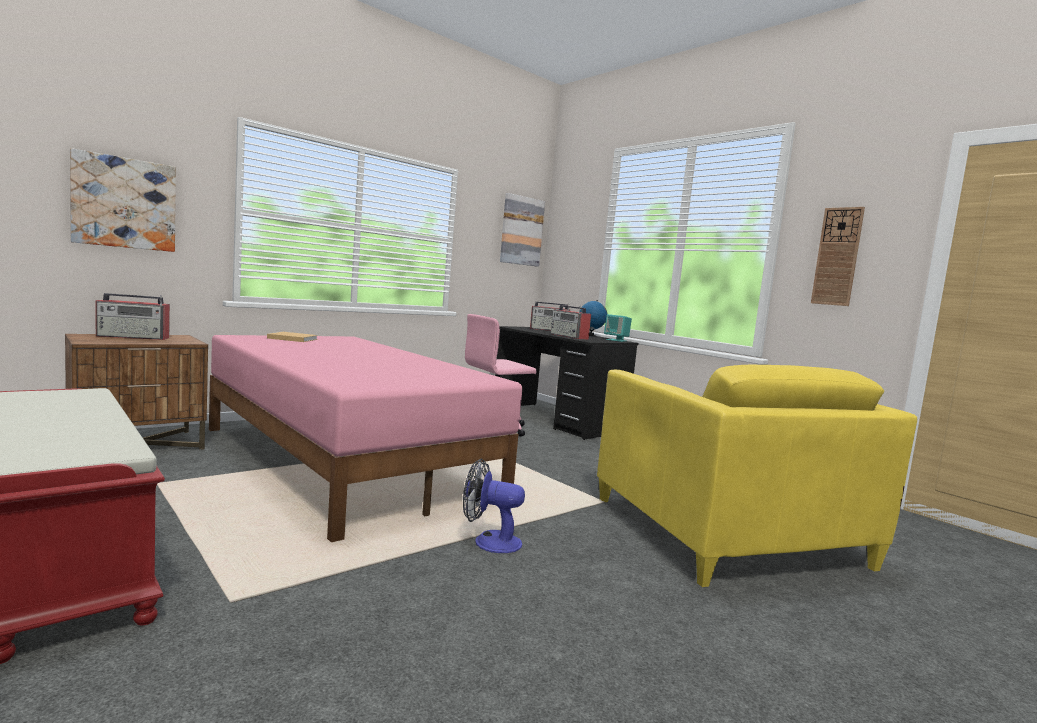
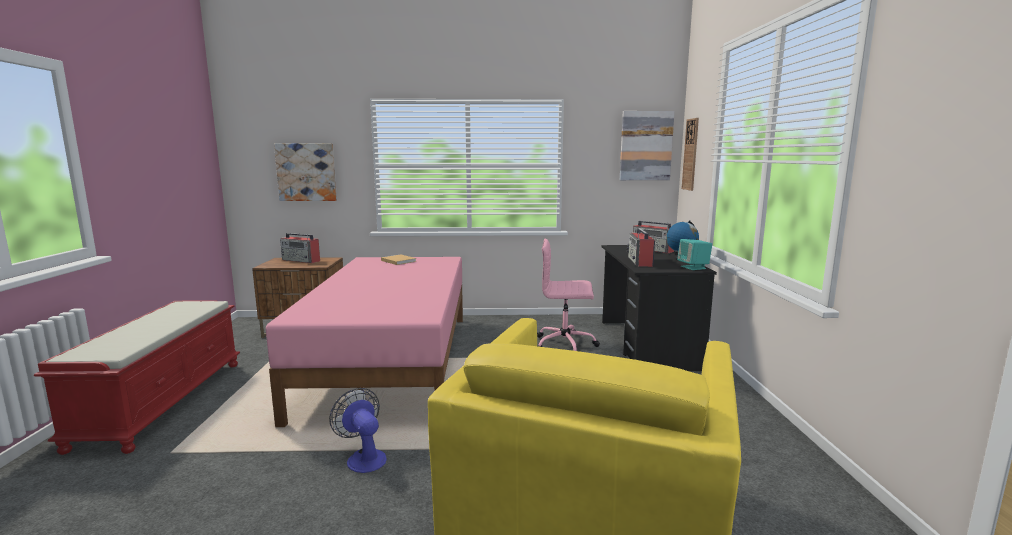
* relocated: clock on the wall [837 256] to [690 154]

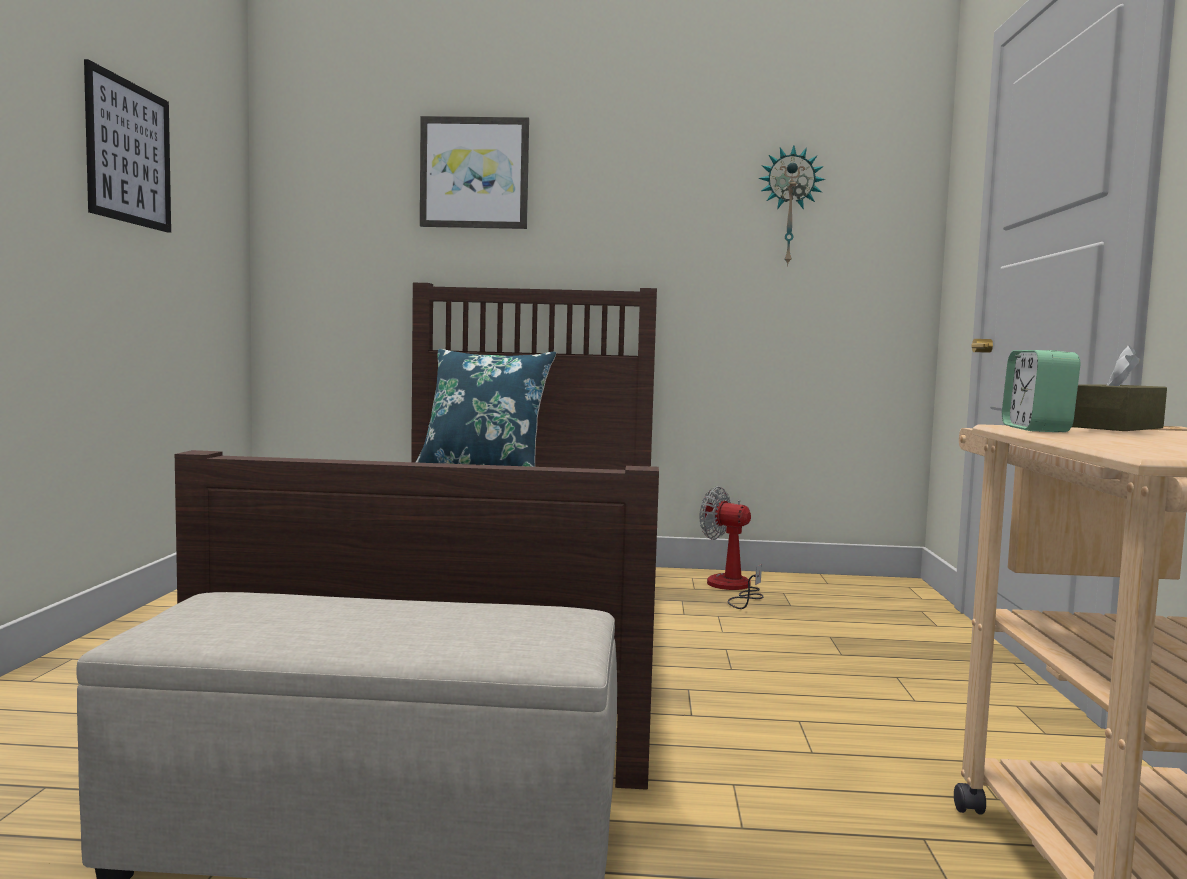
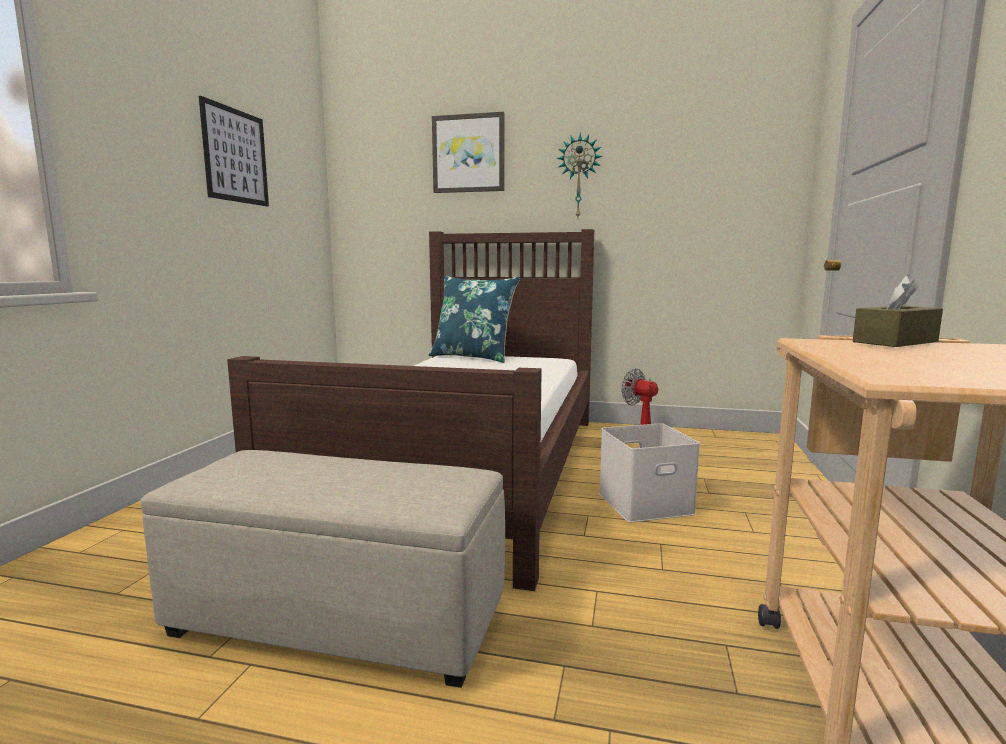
* relocated: clock on the wall [789 206] to [579 177]
* appeared: whitish storage container [644 504]
* missing: alarm clock [1036 429]

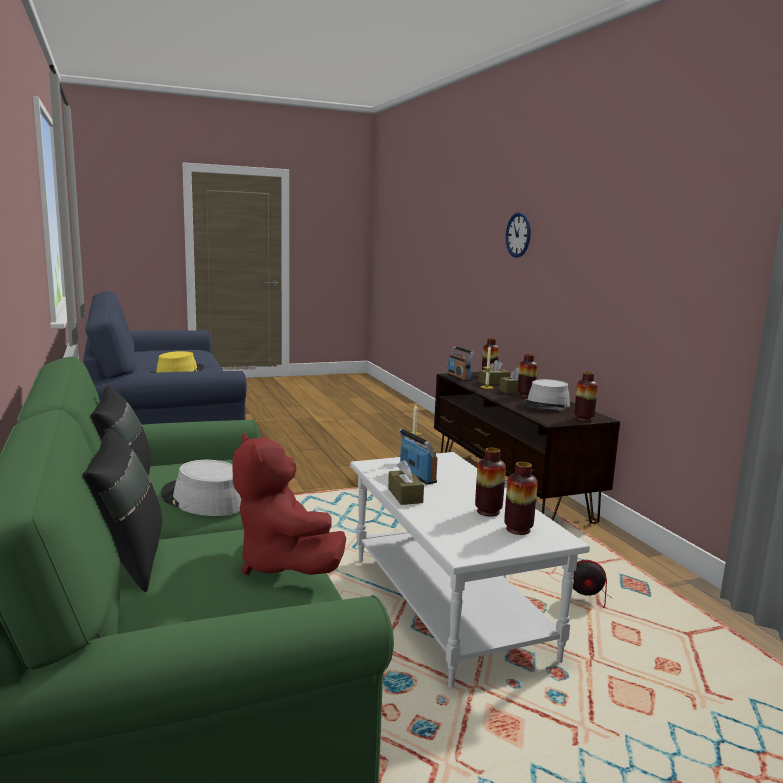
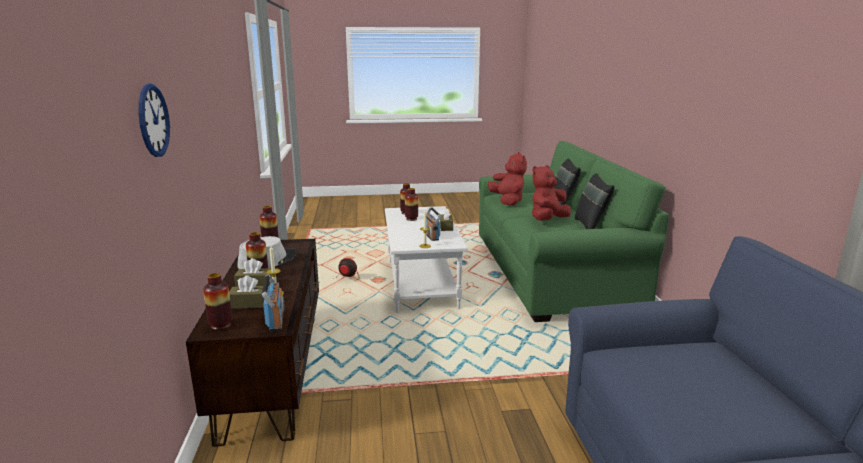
* exchanged: grey wearable hat [203 499] to red cuddly toy [548 220]
* missing: yellowish wearable hat [180 371]

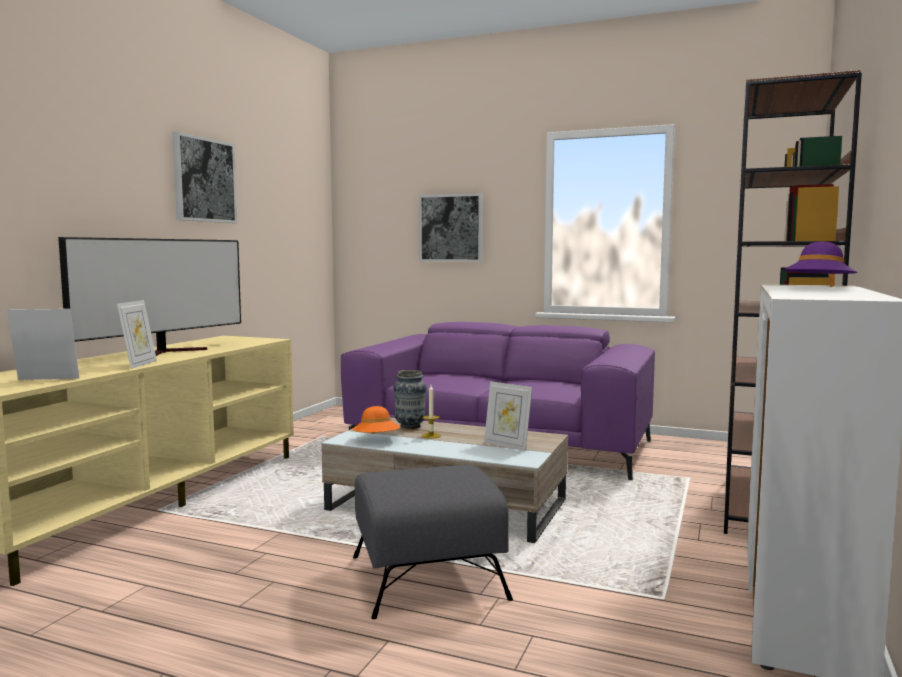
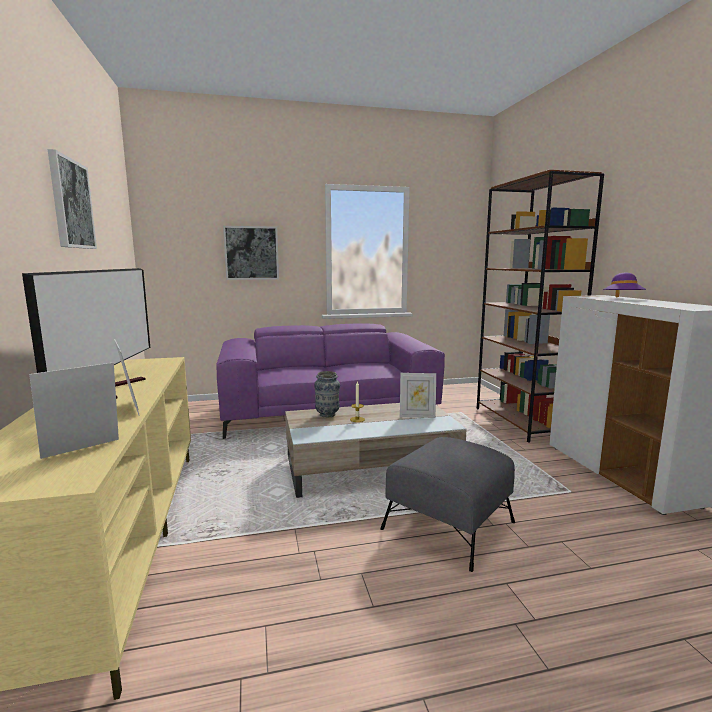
* missing: orange wearable hat [377 440]

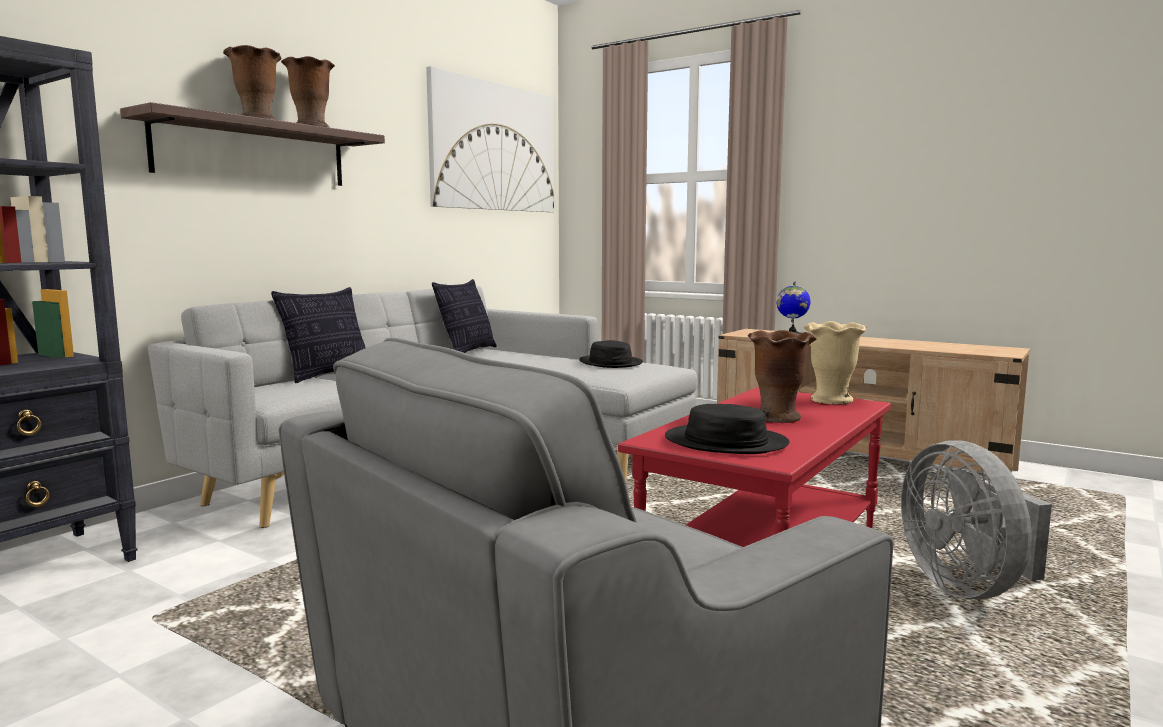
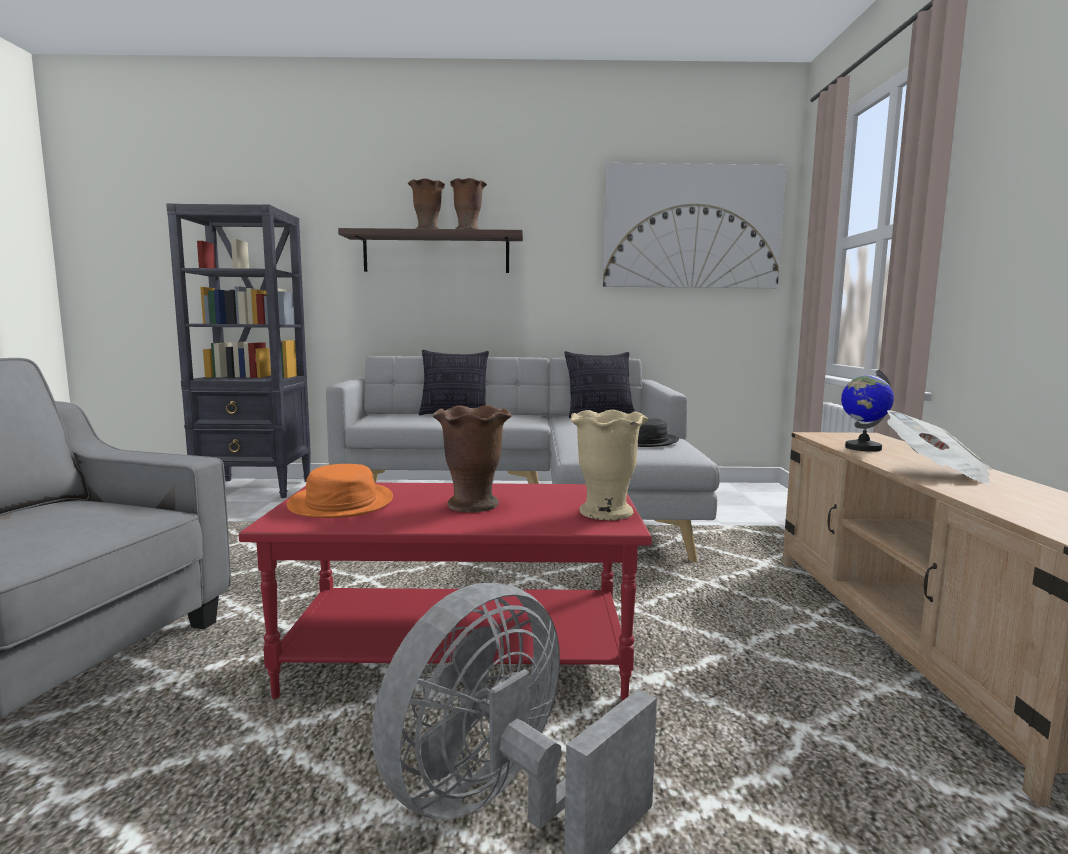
* colour: black-coloured wearable hat [725 442] to orange wearable hat [341 503]
* appeared: printed paper [937 472]

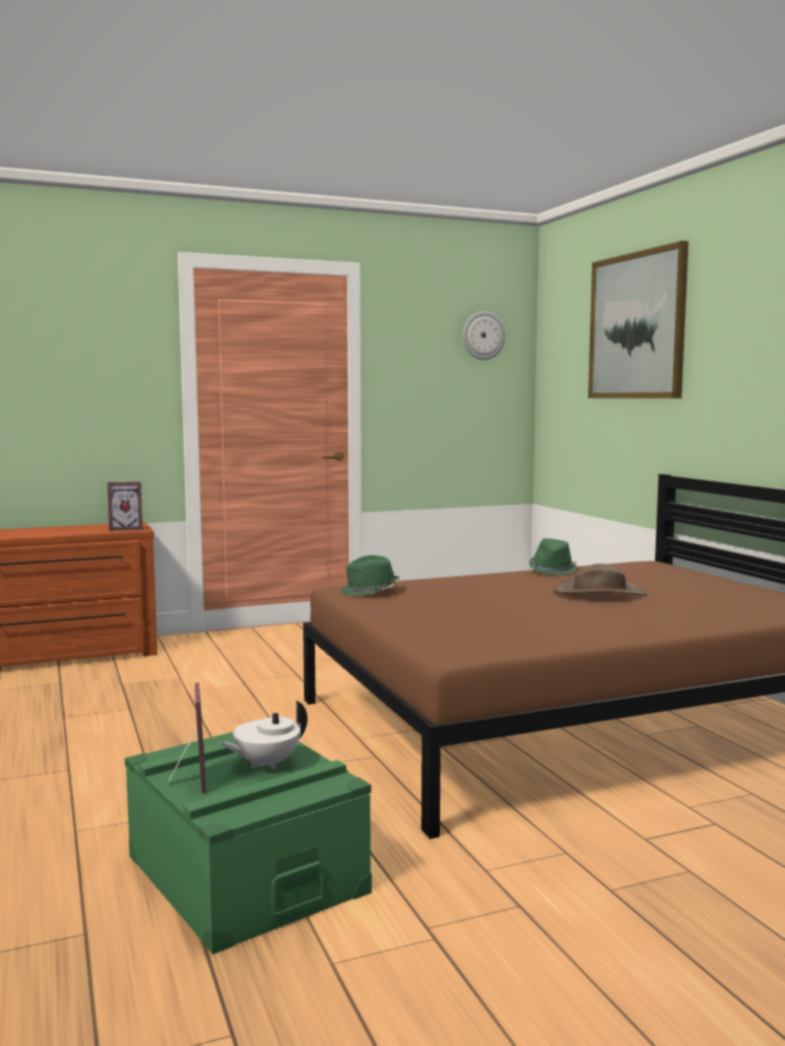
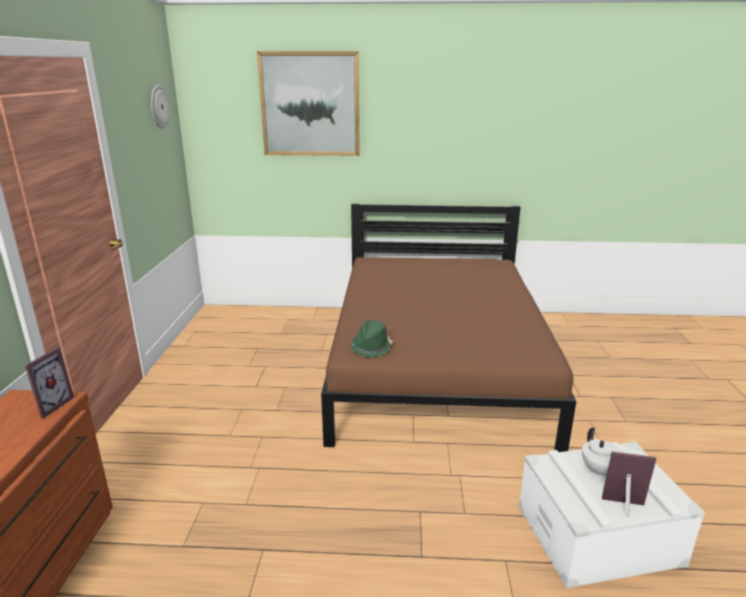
* colour: greenish storage container [245 873] to whitish storage container [597 535]
* missing: greenish wearable hat [552 570]
* missing: brown wearable hat [600 592]

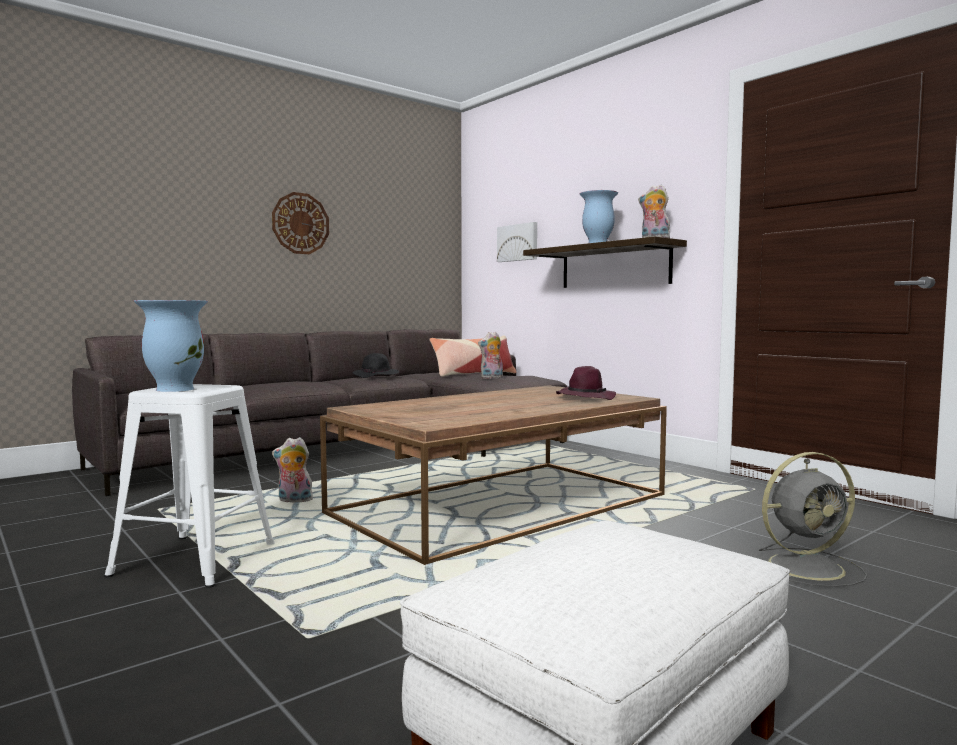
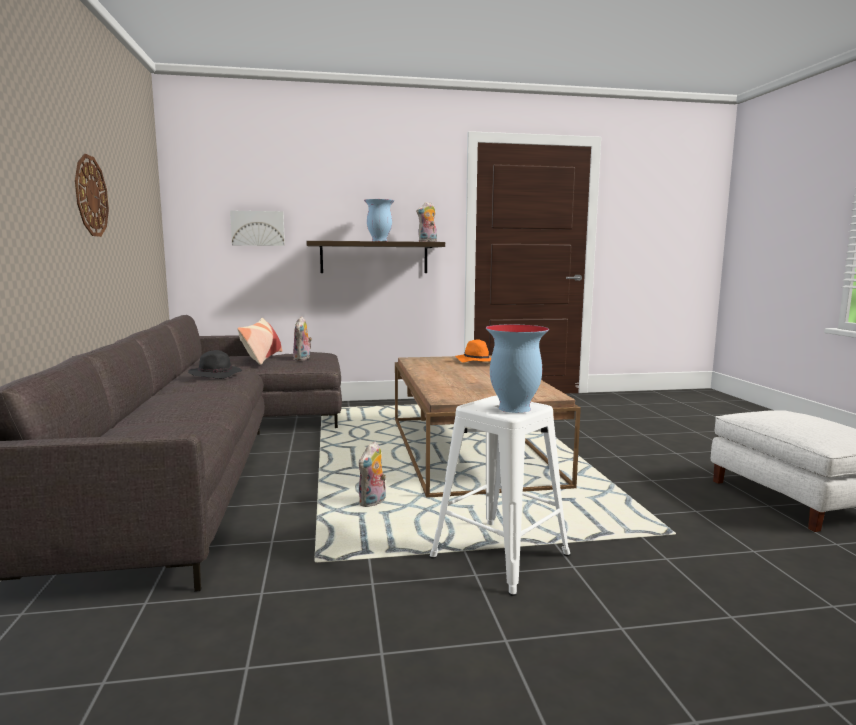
* colour: purplish wearable hat [585 397] to orange wearable hat [475 361]
* missing: grey cooling fan [808 567]

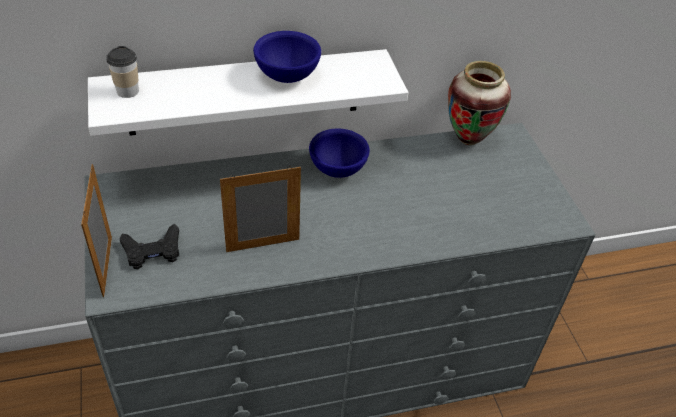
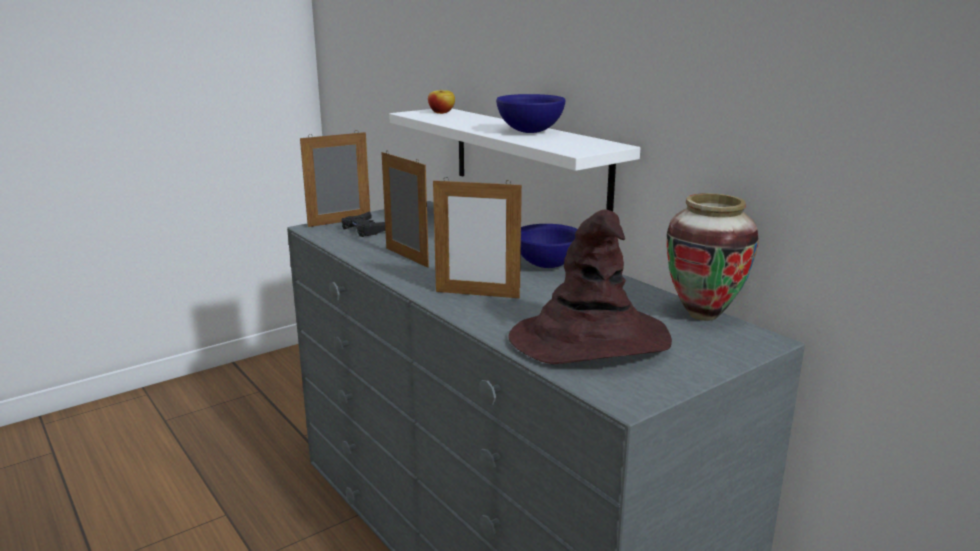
* exchanged: small cup [127 91] to apple [441 112]
* appeared: photo frame [477 294]
* appeared: brown wearable hat [590 340]

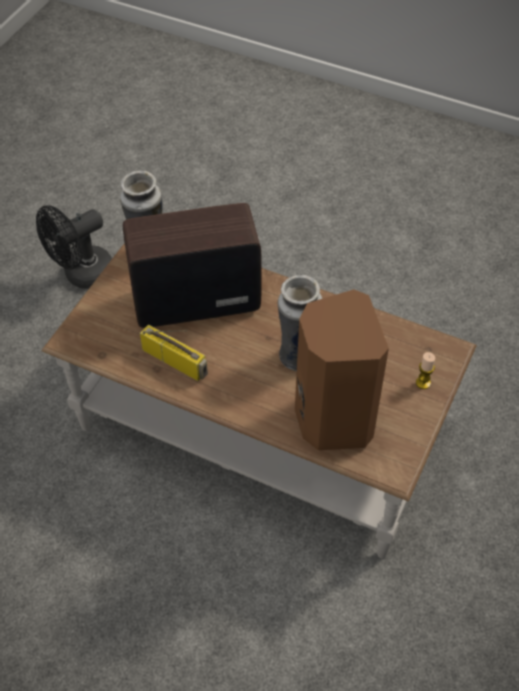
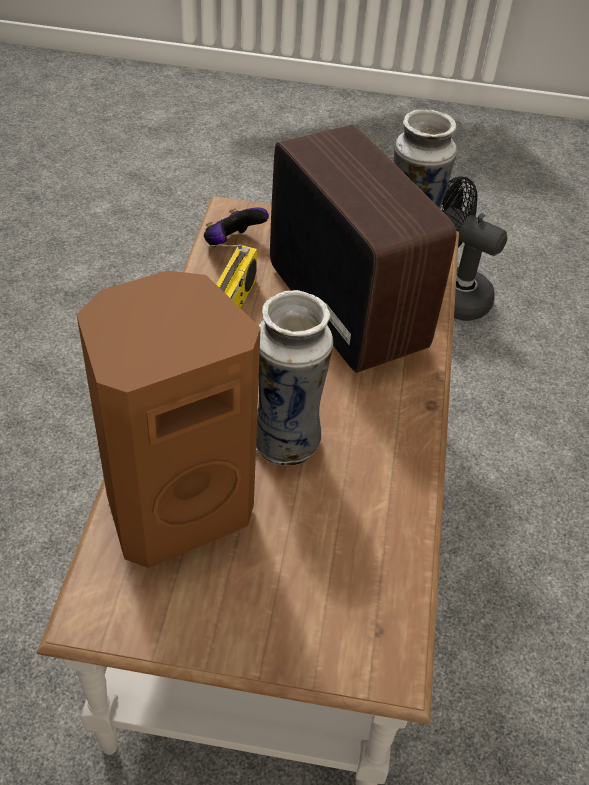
* appeared: joypad [232 243]
* missing: candle [423 383]

